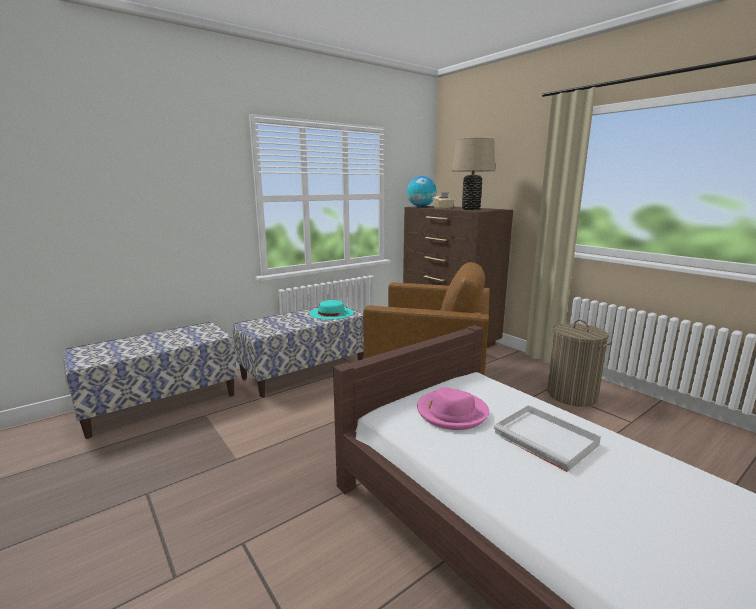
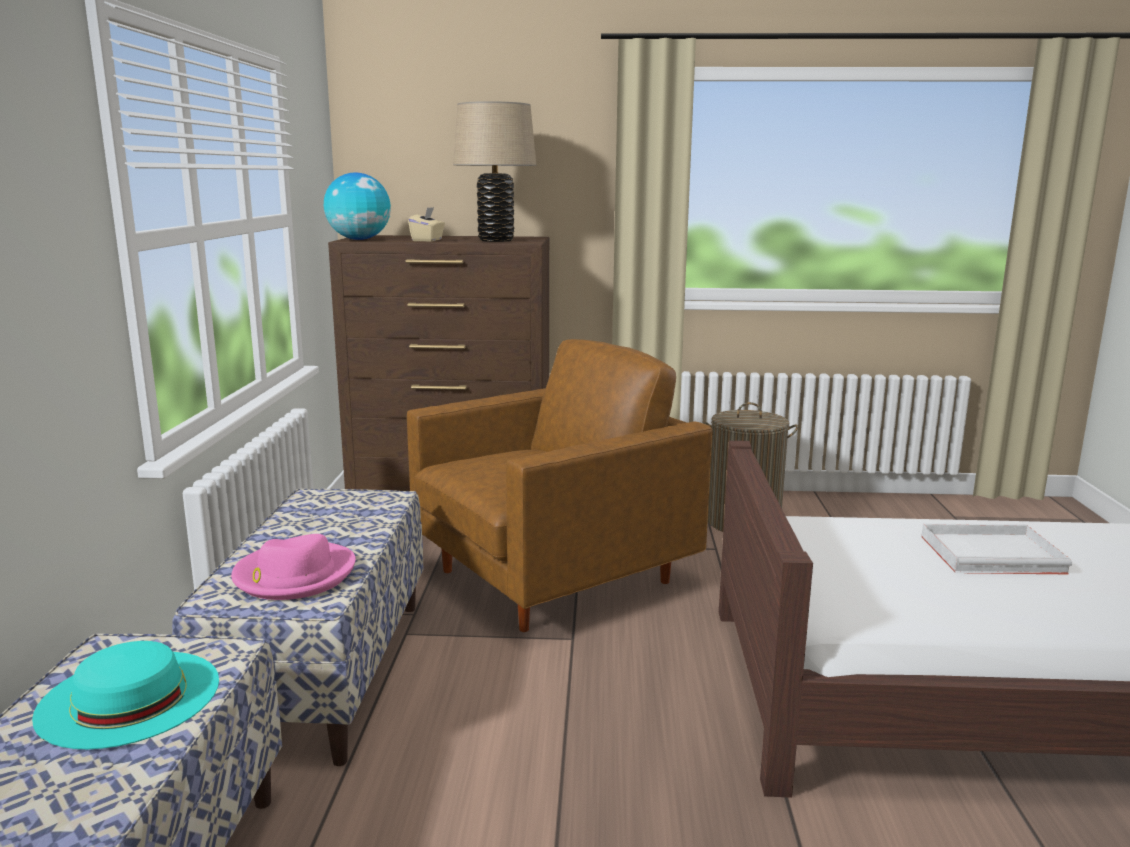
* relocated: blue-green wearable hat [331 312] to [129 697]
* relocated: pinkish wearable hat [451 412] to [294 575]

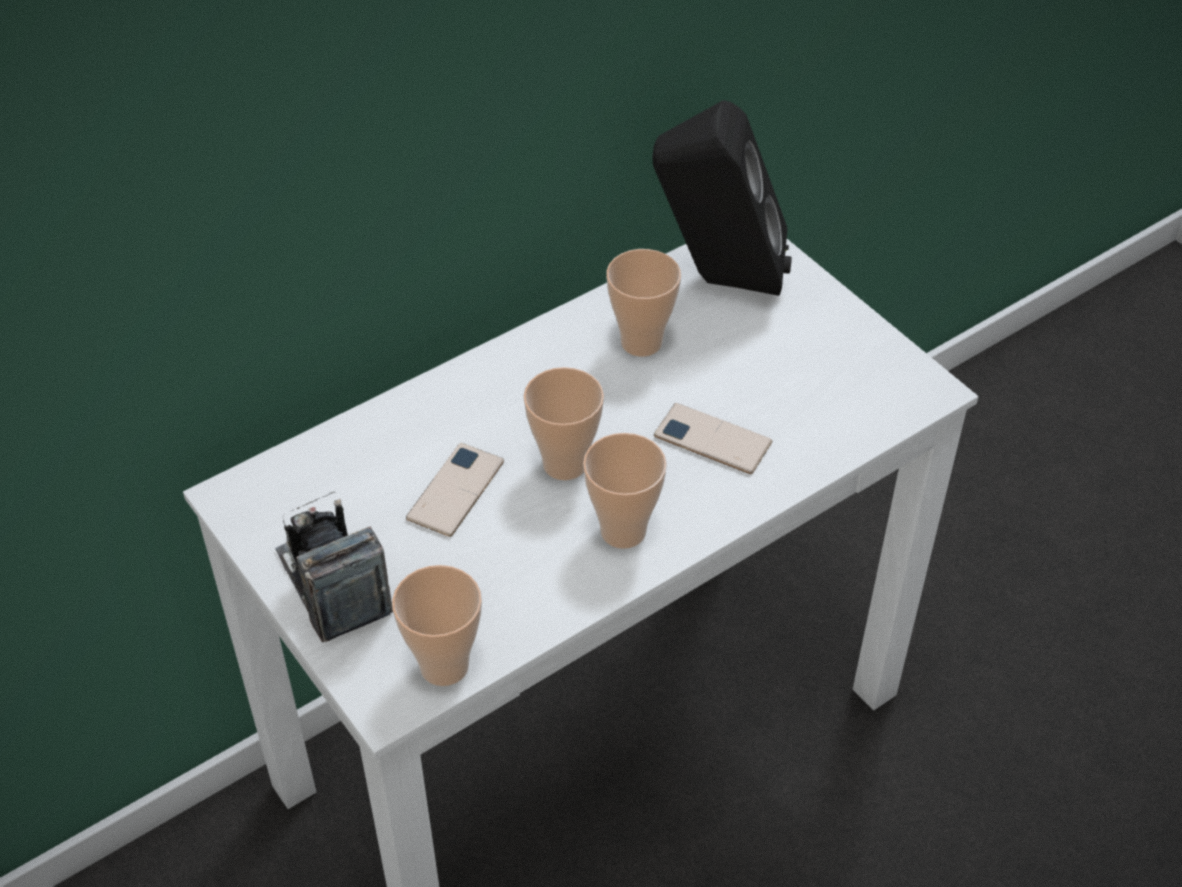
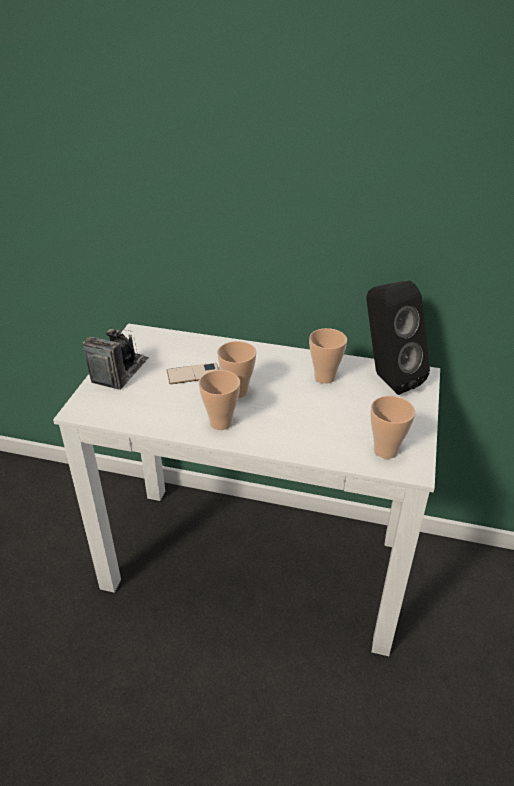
* relocated: small cup [444 666] to [385 450]
* missing: phone [712 439]

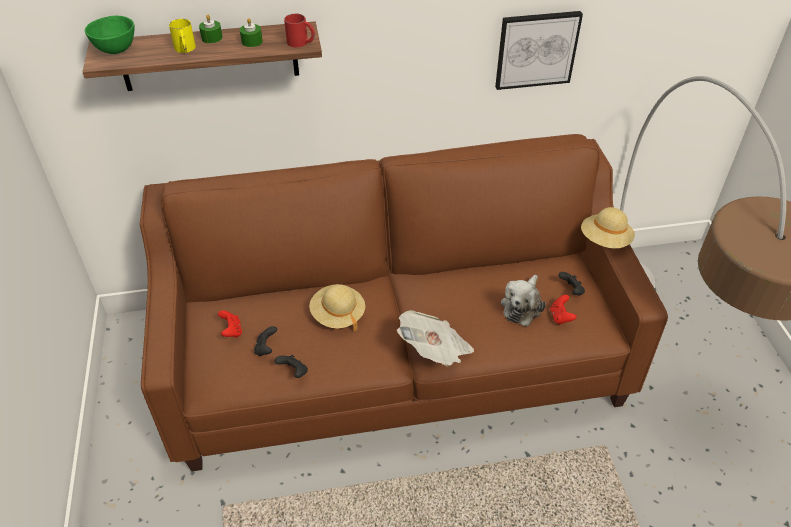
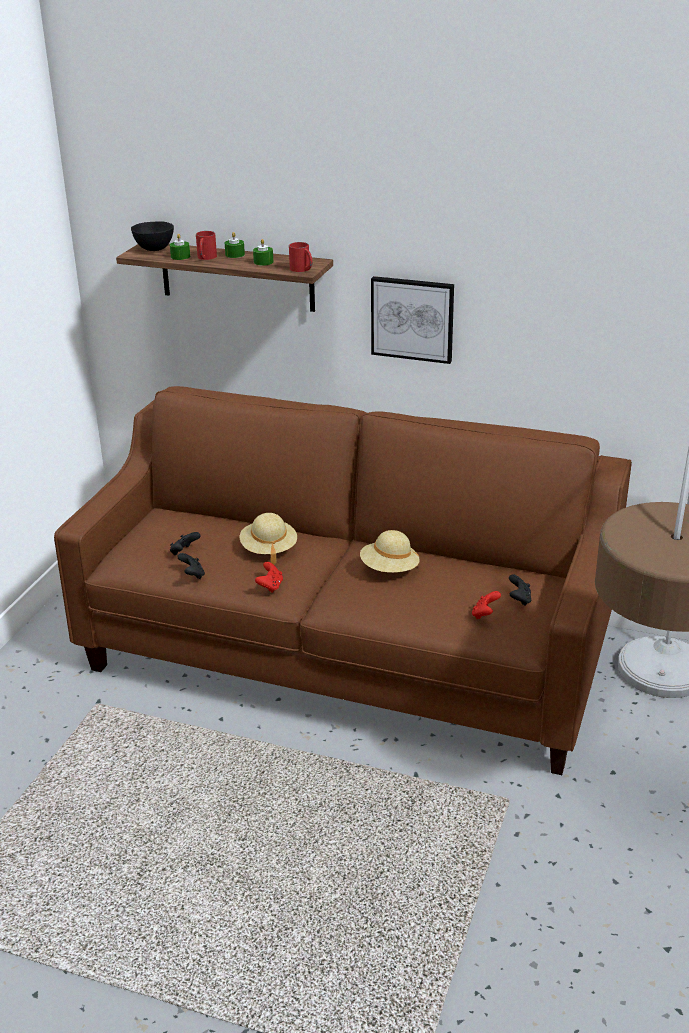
* colour: greenish bowl [115 50] to black-coloured bowl [153 249]
* appeared: greenish candle [180 256]
* colour: yellowish tea mug [185 49] to red tea mug [205 258]
* relocated: red joypad [231 331] to [270 586]
* relocated: beige wearable hat [605 240] to [389 569]
* relocated: wall picture [536 49] to [412 319]
* missing: printed paper [435 350]
* missing: cuddly toy [522 306]

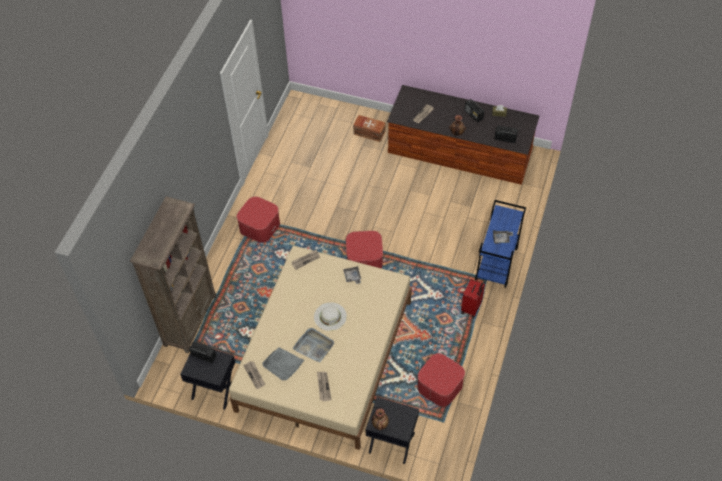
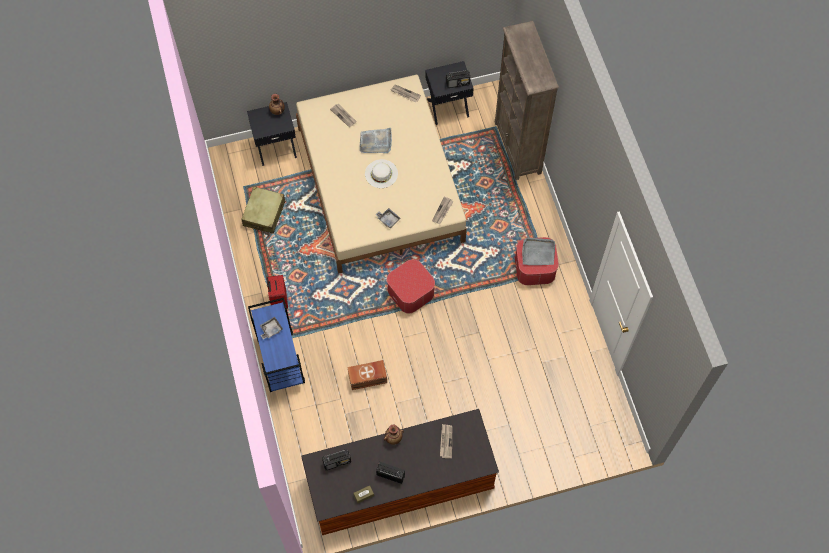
* exchanged: footrest [440 386] to beige suitcase [264 213]
* relocated: brown storage container [369 132] to [368 378]
* relocated: grey carrying tray [283 364] to [538 252]

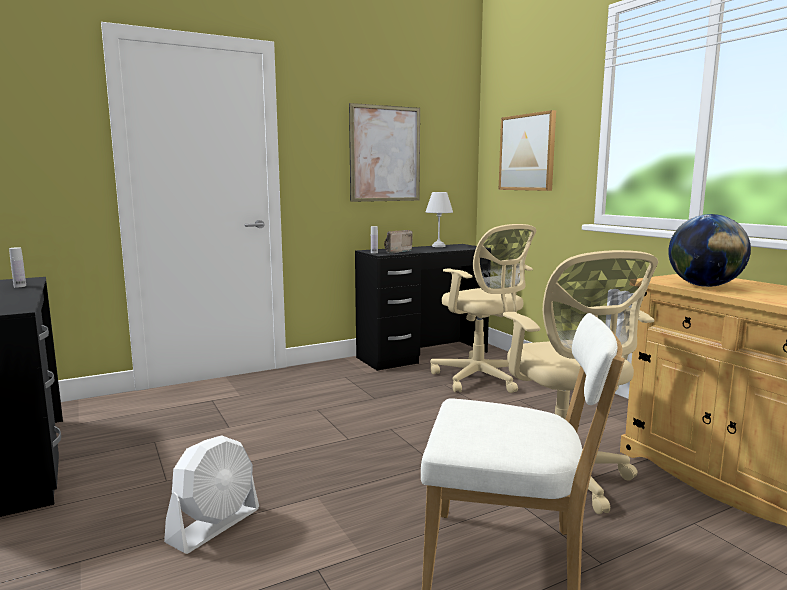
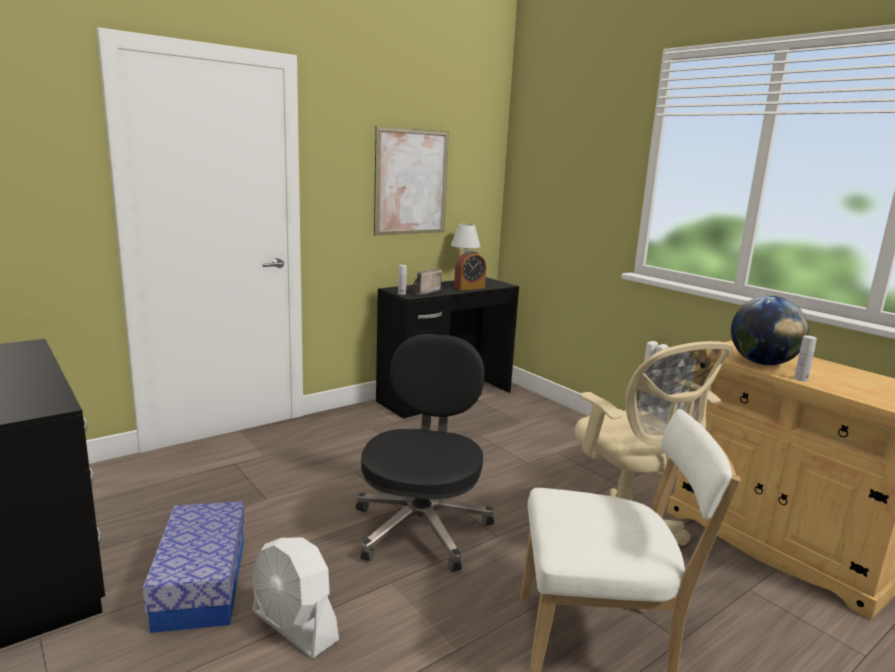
* appeared: storage container [202 583]
* spun: whitish cooling fan [215 525] = [294 626] 105 degrees clockwise
* appeared: black-coloured desk chair [421 527]
* appeared: alarm clock [469 288]
* relocated: whitish drink bottle [20 286] to [800 379]
* missing: beige desk chair [481 379]
* missing: wall picture [527 152]

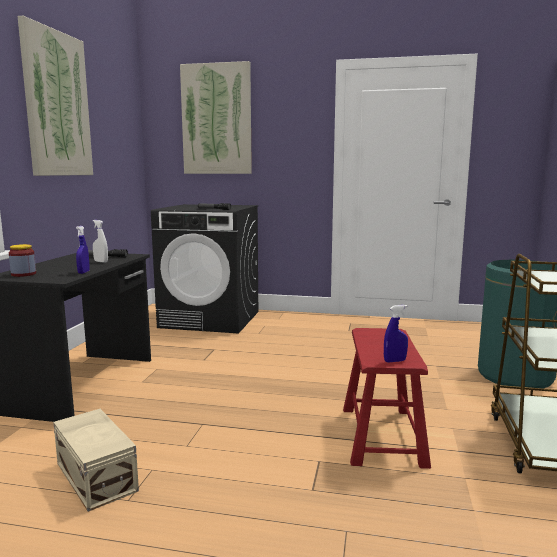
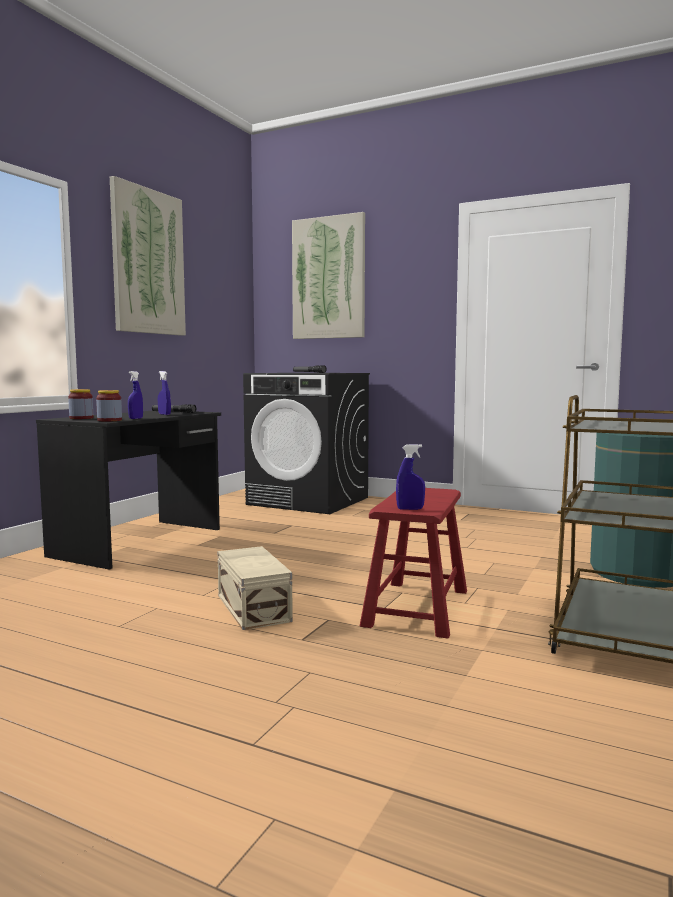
* appeared: jar [109 420]
* colour: whitish hand sprayer [101 261] to blue hand sprayer [164 414]
* relocated: beige storage container [97 475] to [254 607]

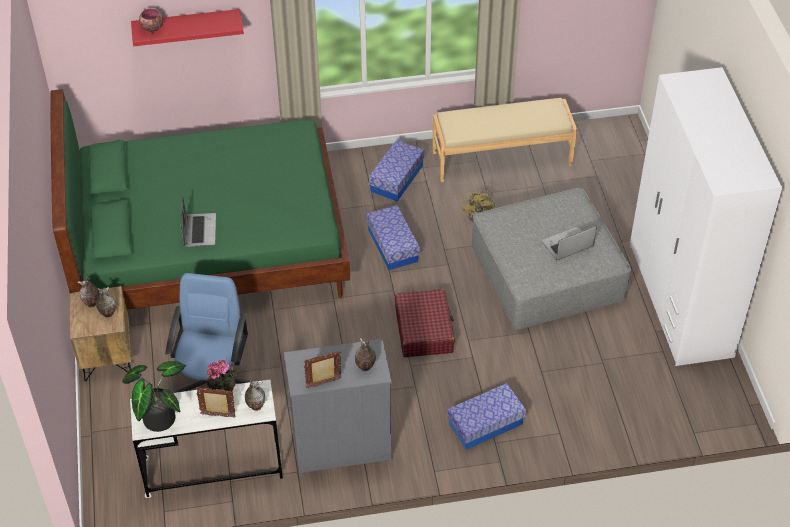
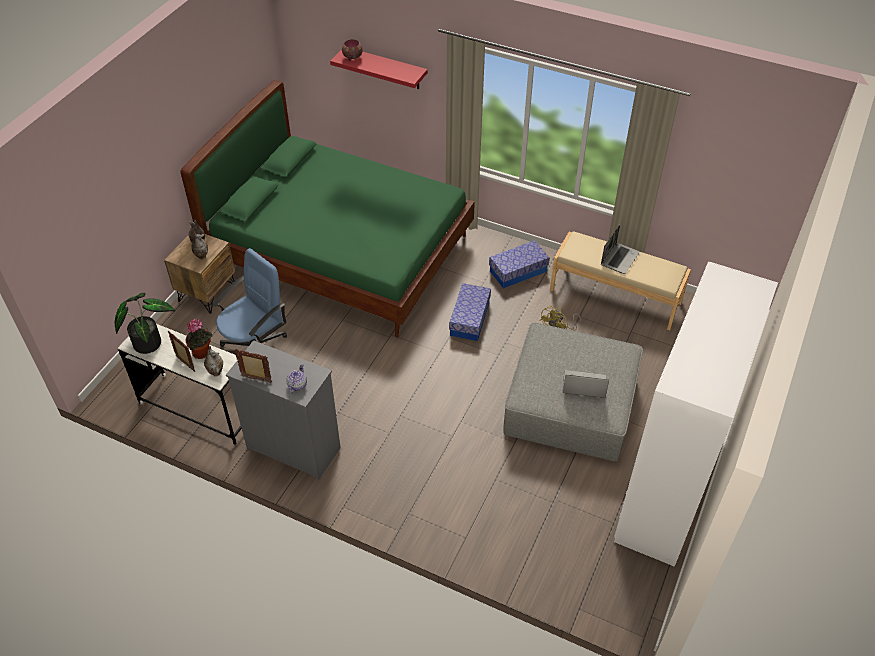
* exchanged: decorative vase [365 367] to tea pot [297 385]
* relocated: notebook computer [199 230] to [619 258]
* missing: red suitcase [424 330]
* missing: storage container [485 424]

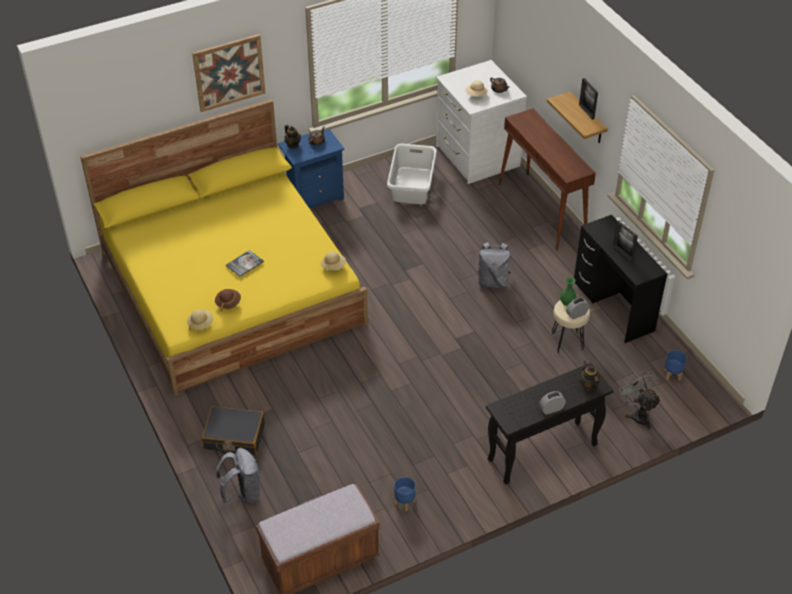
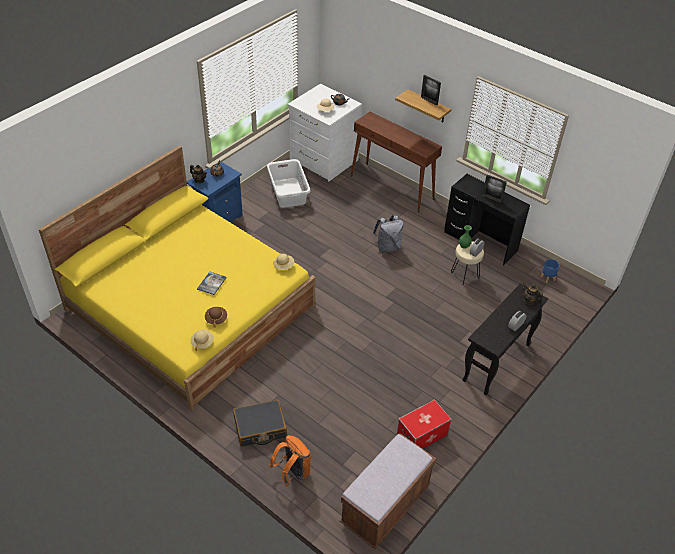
* colour: grey backpack [242 493] to orange backpack [293 473]
* exchanged: blue plant pot [404 502] to storage container [422 435]
* missing: wall picture [229 72]
* missing: grey cooling fan [638 414]

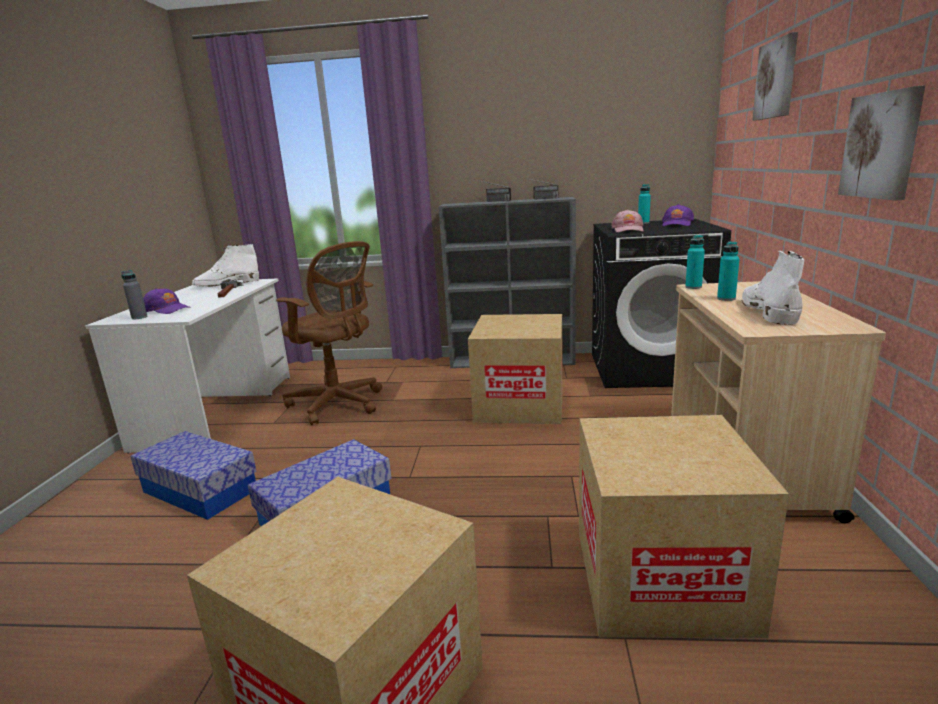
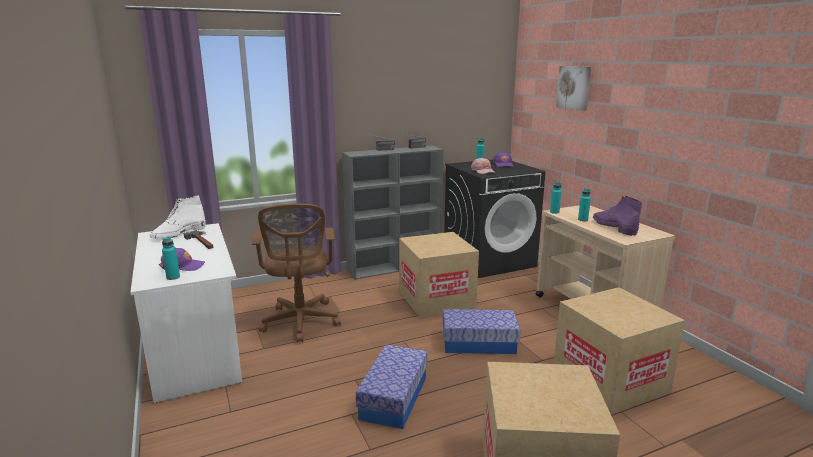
* colour: grey drink bottle [139 317] to blue-green drink bottle [173 277]
* spun: brown desk chair [339 404] = [300 323] 75 degrees clockwise
* relocated: storage container [200 490] to [479 343]
* colour: whitish high-top boot [767 311] to purplish high-top boot [613 227]
* missing: wall picture [881 145]

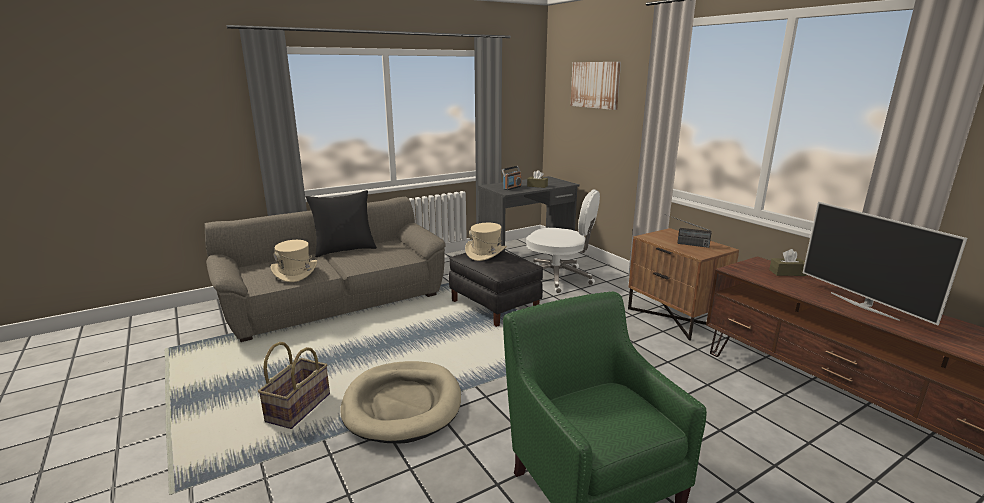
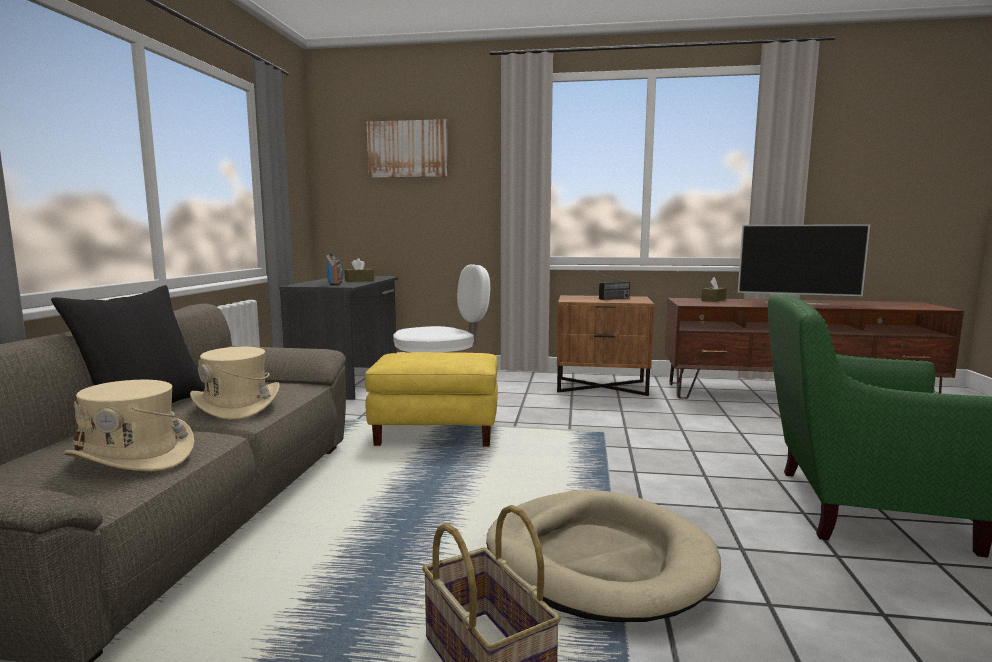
* relocated: beige wearable hat [486 253] to [237 406]
* colour: black-coloured footrest [495 305] to yellowish footrest [437 431]

